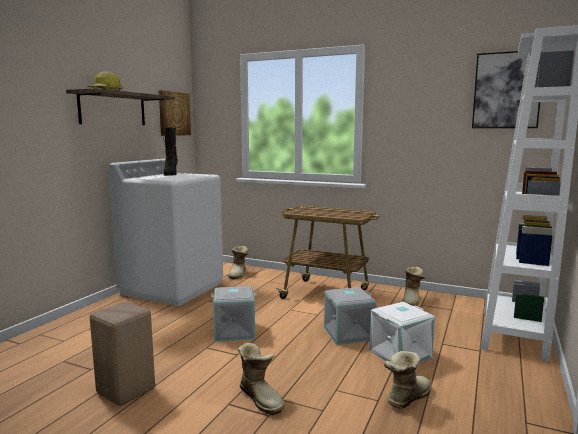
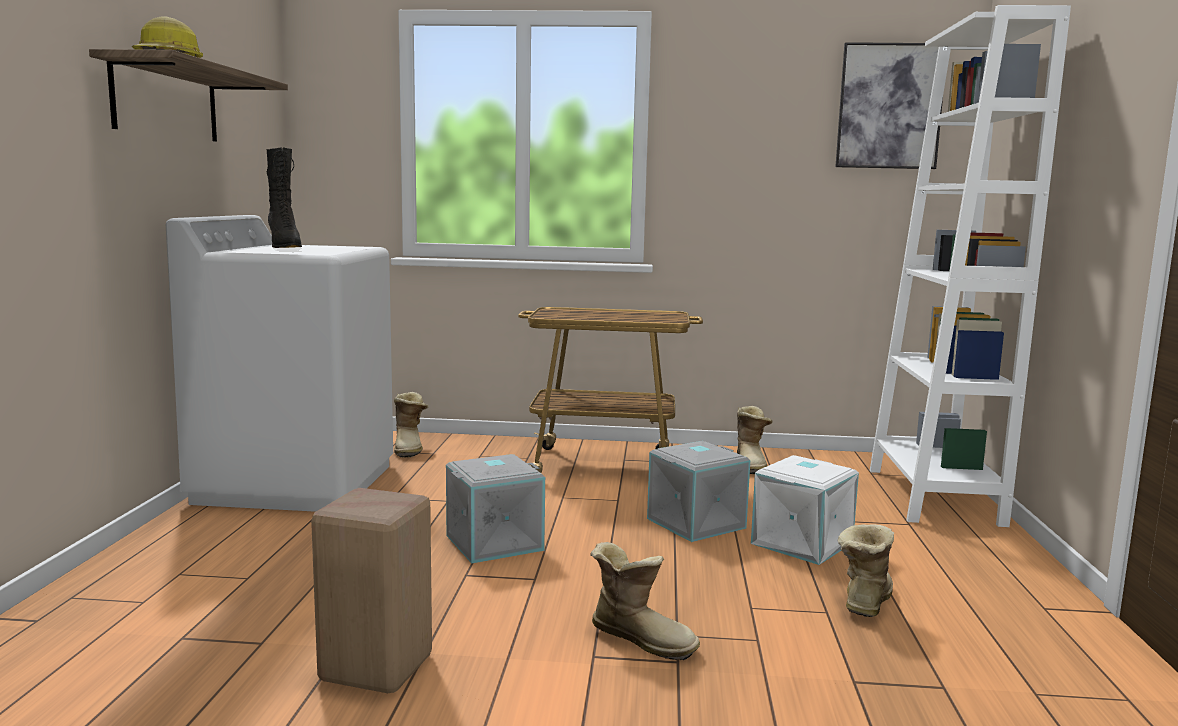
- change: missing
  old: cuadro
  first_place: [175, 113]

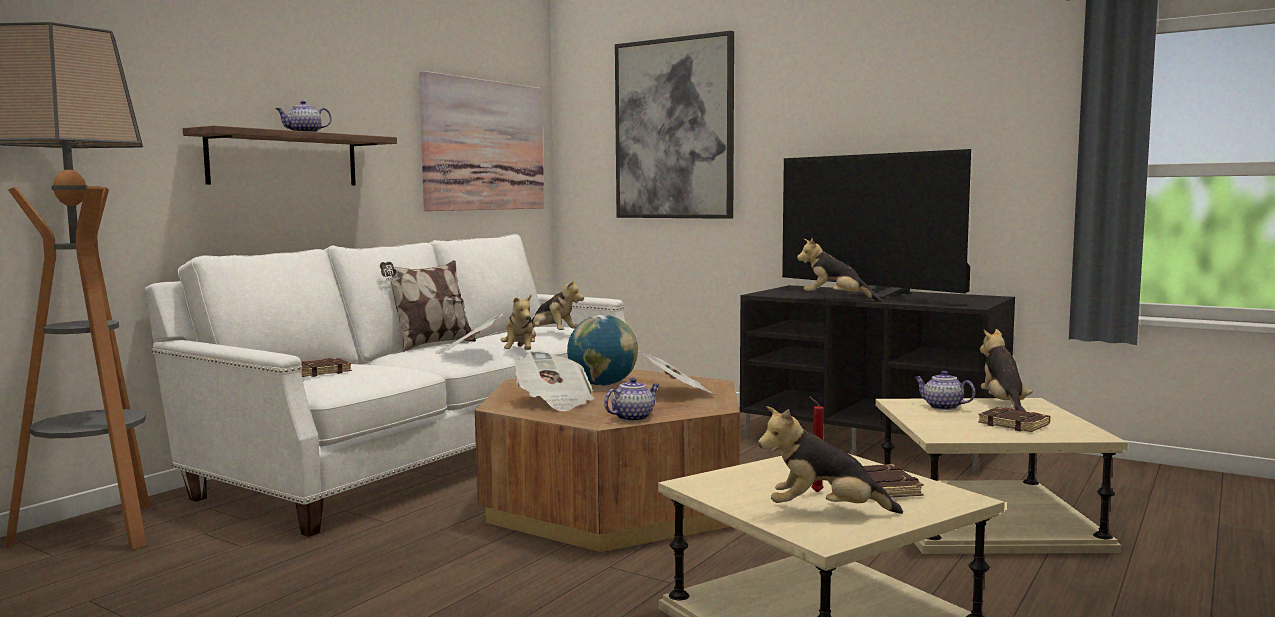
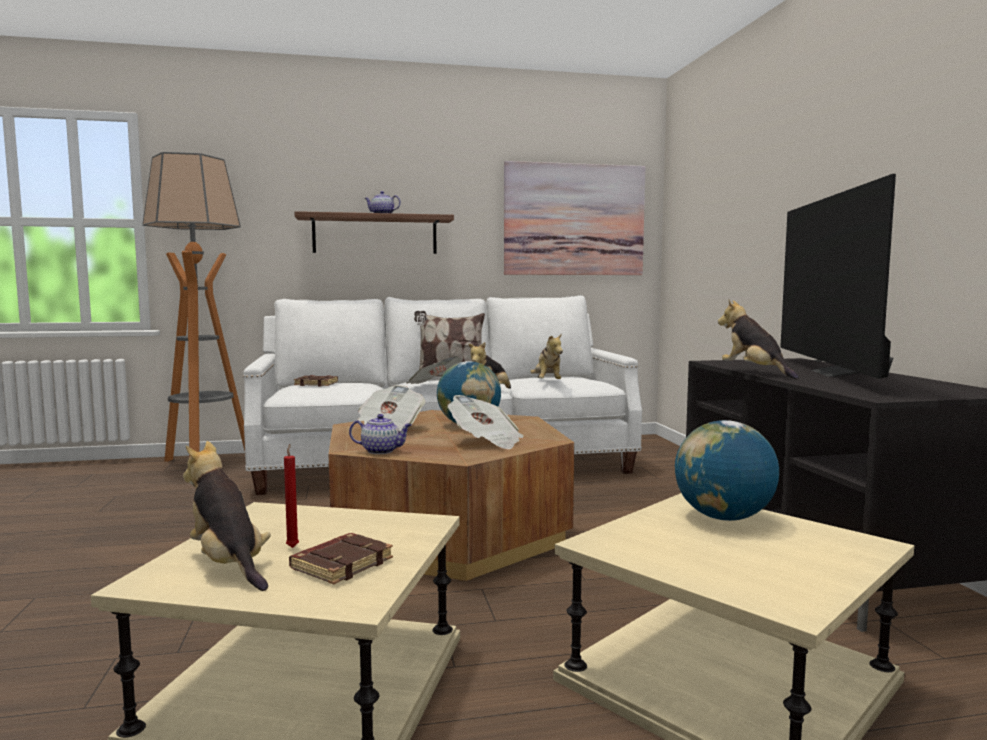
- change: missing
  old: cuadro
  first_place: [674, 125]
- change: missing
  old: libro (marrón)
  first_place: [1014, 419]
- change: missing
  old: peluche
  first_place: [1006, 370]
- change: exchanged
  old: tetera
  new: globo terráqueo
  first_place: [944, 390]
  second_place: [727, 470]

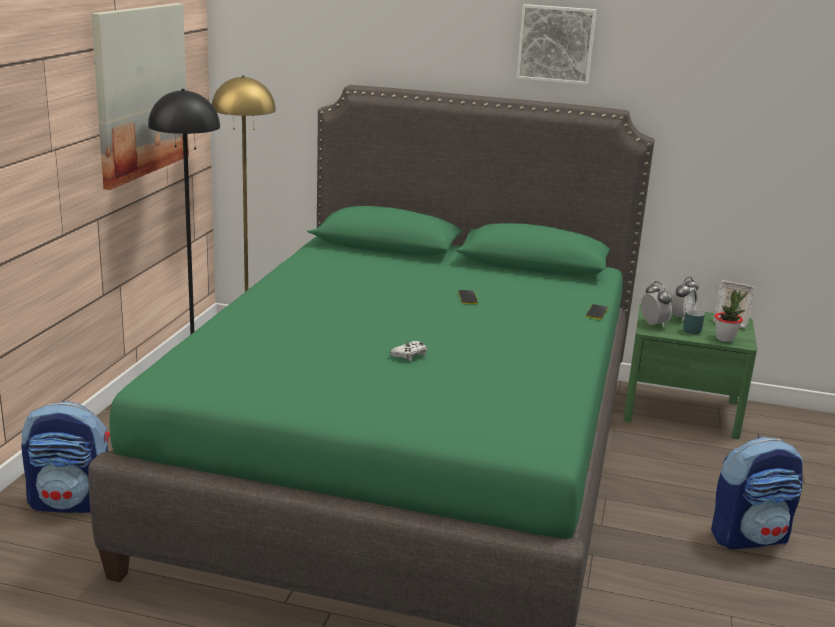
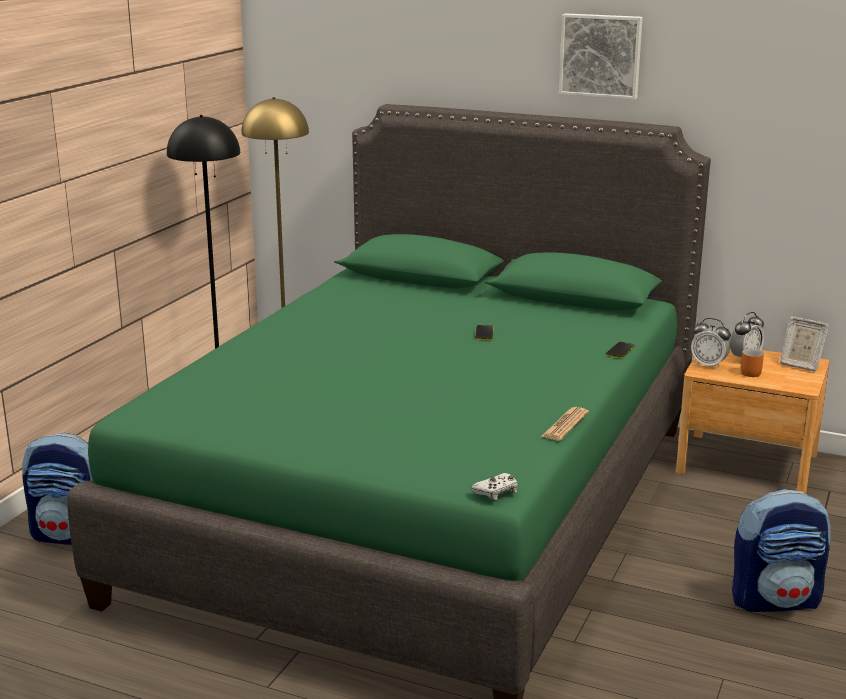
- change: missing
  old: cuadro
  first_place: [140, 96]
- change: missing
  old: planta en maceta
  first_place: [731, 316]
- change: appeared
  new: periódico
  second_place: [565, 424]
- change: relocated
  old: mando de consola (blanco)
  first_place: [408, 351]
  second_place: [494, 486]
- change: colour
  old: mesita de noche (verde)
  new: mesita de noche (marrón)
  first_place: [690, 371]
  second_place: [753, 420]
- change: colour
  old: taza grande (turquesa)
  new: taza grande (naranja)
  first_place: [694, 321]
  second_place: [752, 363]
- change: spun
  old: despertador
  first_place: [656, 304]
  second_place: [711, 343]
  degrees: 135

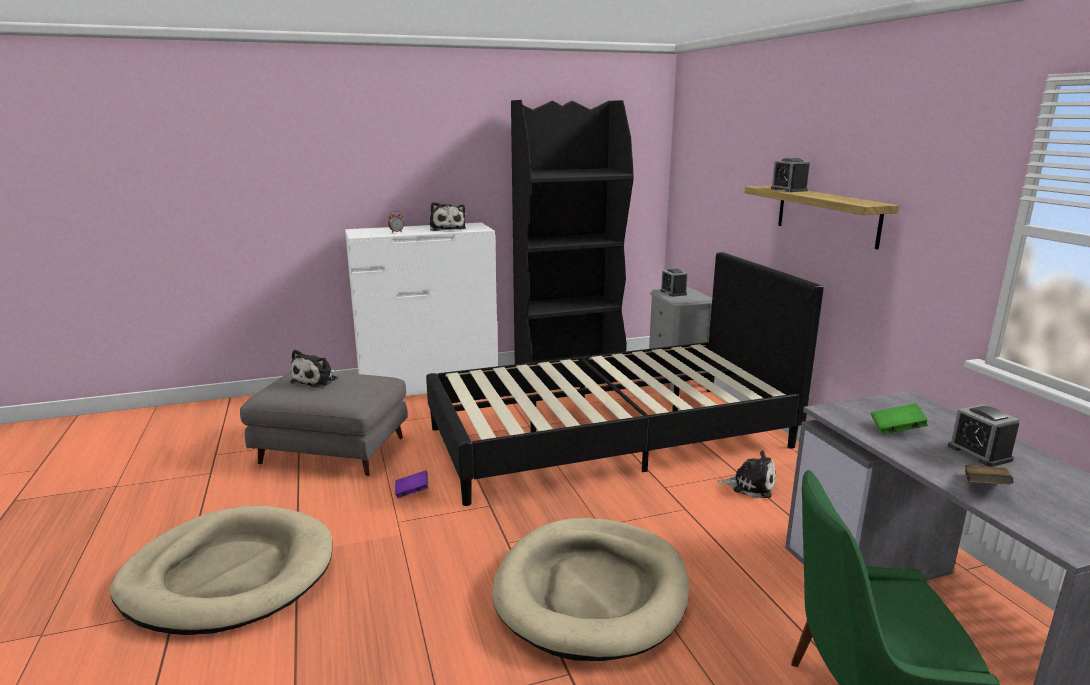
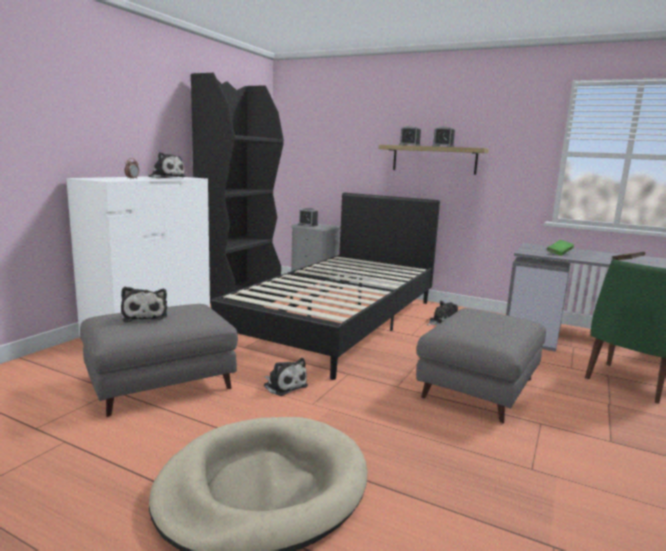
- change: relocated
  old: despertador
  first_place: [984, 435]
  second_place: [443, 136]
- change: exchanged
  old: libro (morado)
  new: peluche
  first_place: [411, 484]
  second_place: [286, 377]
- change: exchanged
  old: cama para perro (beis)
  new: puf (gris)
  first_place: [590, 589]
  second_place: [481, 365]

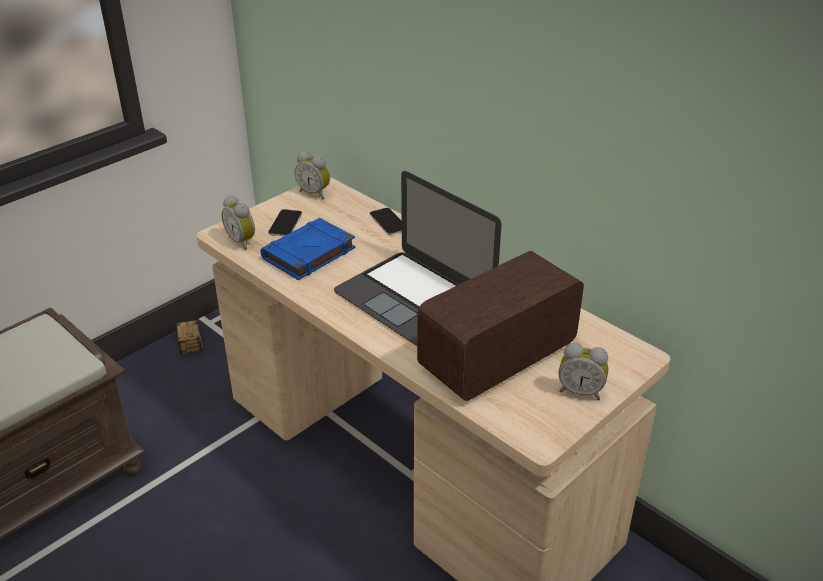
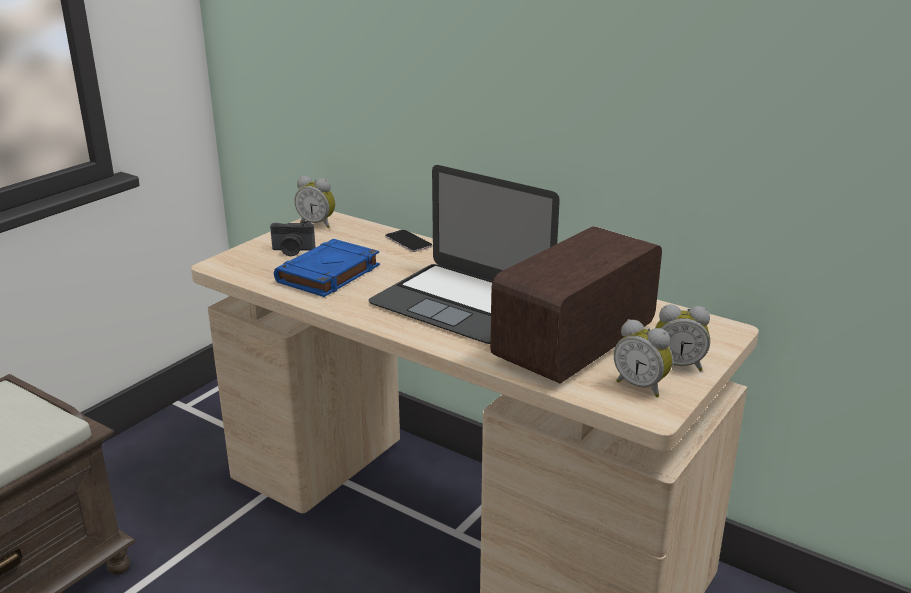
- change: missing
  old: caja de almacenaje
  first_place: [189, 337]
- change: relocated
  old: despertador
  first_place: [238, 223]
  second_place: [643, 358]
- change: exchanged
  old: móvil
  new: cámara
  first_place: [285, 222]
  second_place: [292, 238]

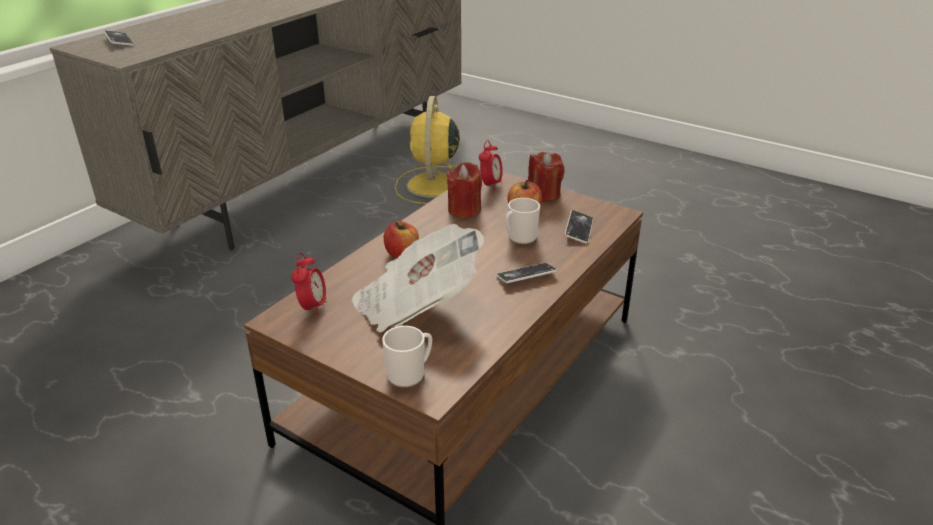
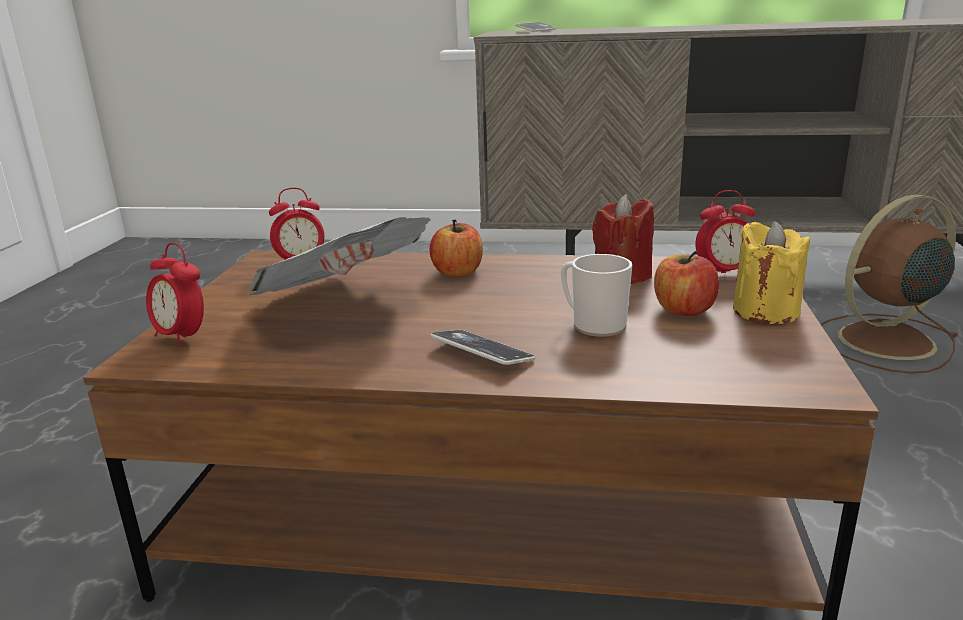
- change: missing
  old: móvil
  first_place: [579, 227]
- change: exchanged
  old: taza grande
  new: despertador
  first_place: [407, 357]
  second_place: [175, 295]
- change: colour
  old: ventilador (amarillo)
  new: ventilador (marrón)
  first_place: [427, 150]
  second_place: [890, 284]
- change: colour
  old: vela (rojo)
  new: vela (amarillo)
  first_place: [546, 177]
  second_place: [771, 272]

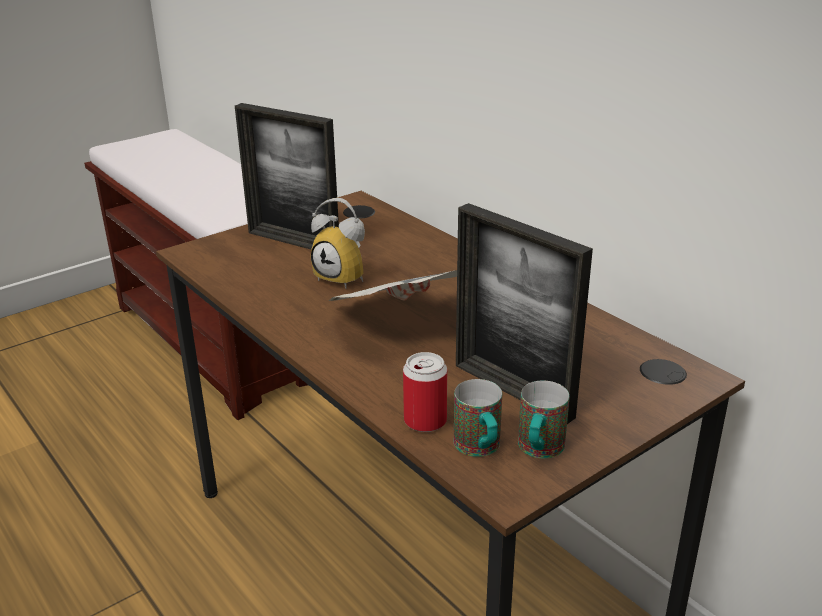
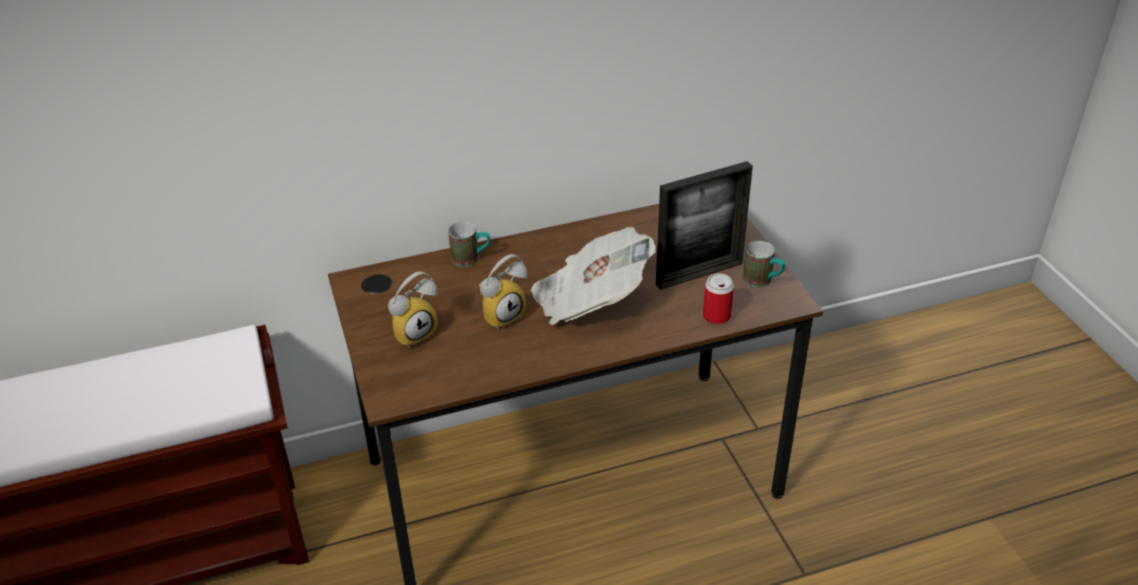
- change: relocated
  old: taza grande
  first_place: [478, 418]
  second_place: [469, 244]
- change: exchanged
  old: portarretratos
  new: despertador
  first_place: [287, 176]
  second_place: [413, 309]

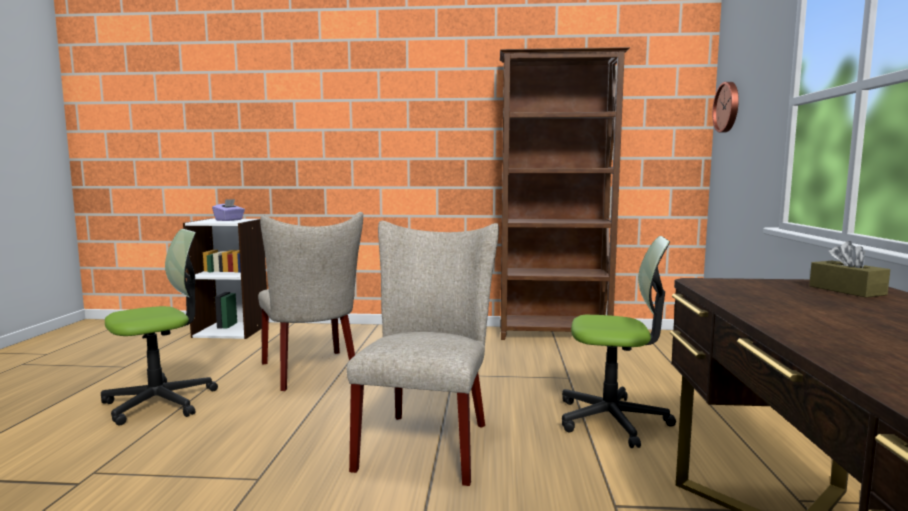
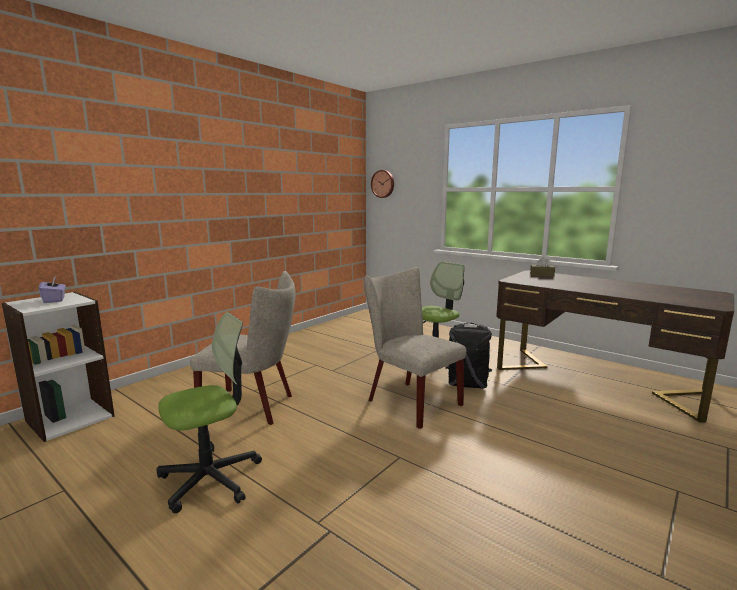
- change: missing
  old: estantería (marrón)
  first_place: [565, 193]
- change: appeared
  new: mochila (negro)
  second_place: [468, 355]
- change: spun
  old: silla de oficina
  first_place: [159, 327]
  second_place: [209, 412]
  degrees: 60

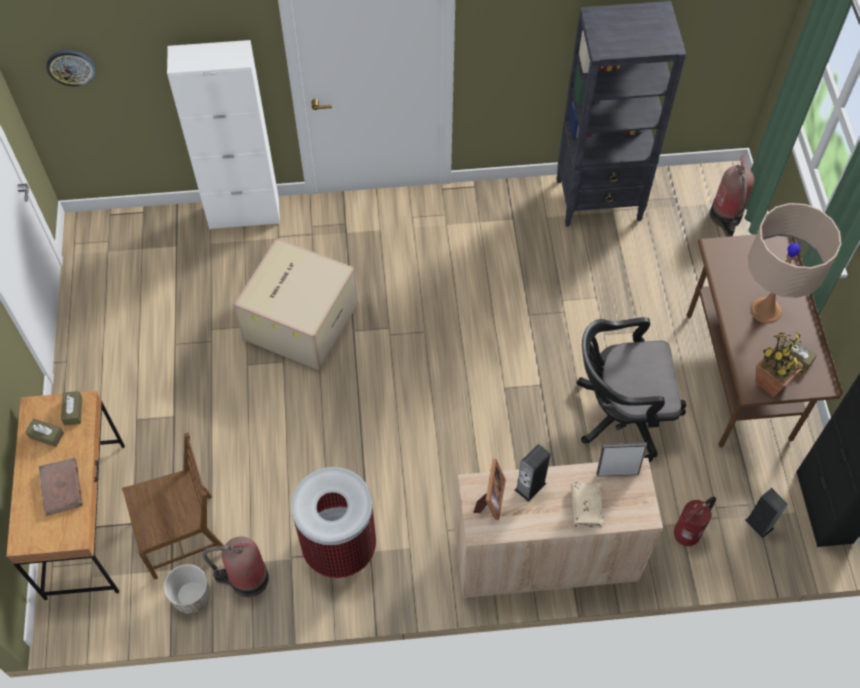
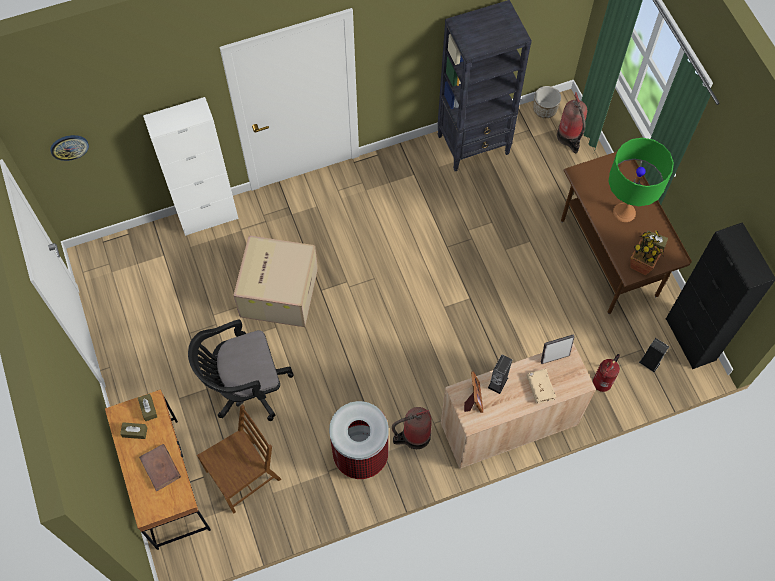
- change: relocated
  old: maceta
  first_place: [187, 589]
  second_place: [547, 102]
- change: relocated
  old: extintor
  first_place: [235, 566]
  second_place: [412, 428]
- change: relocated
  old: silla de oficina (negro)
  first_place: [631, 389]
  second_place: [240, 370]
- change: colour
  old: lámpara de mesa (beis)
  new: lámpara de mesa (verde)
  first_place: [794, 263]
  second_place: [641, 180]

